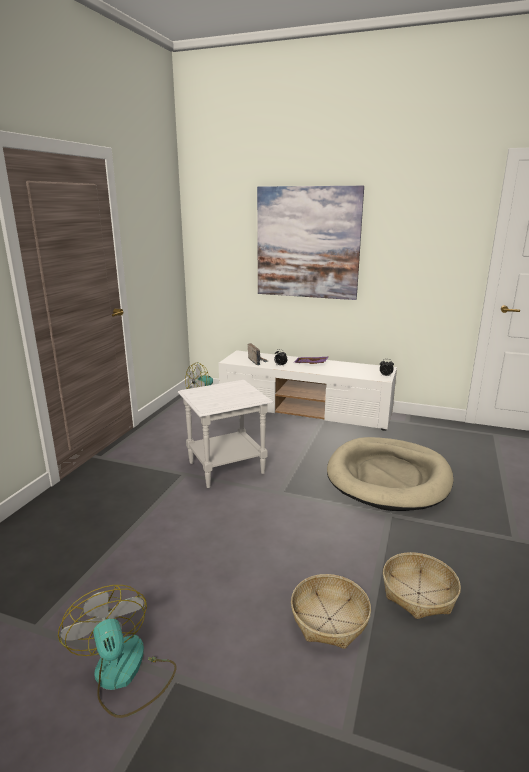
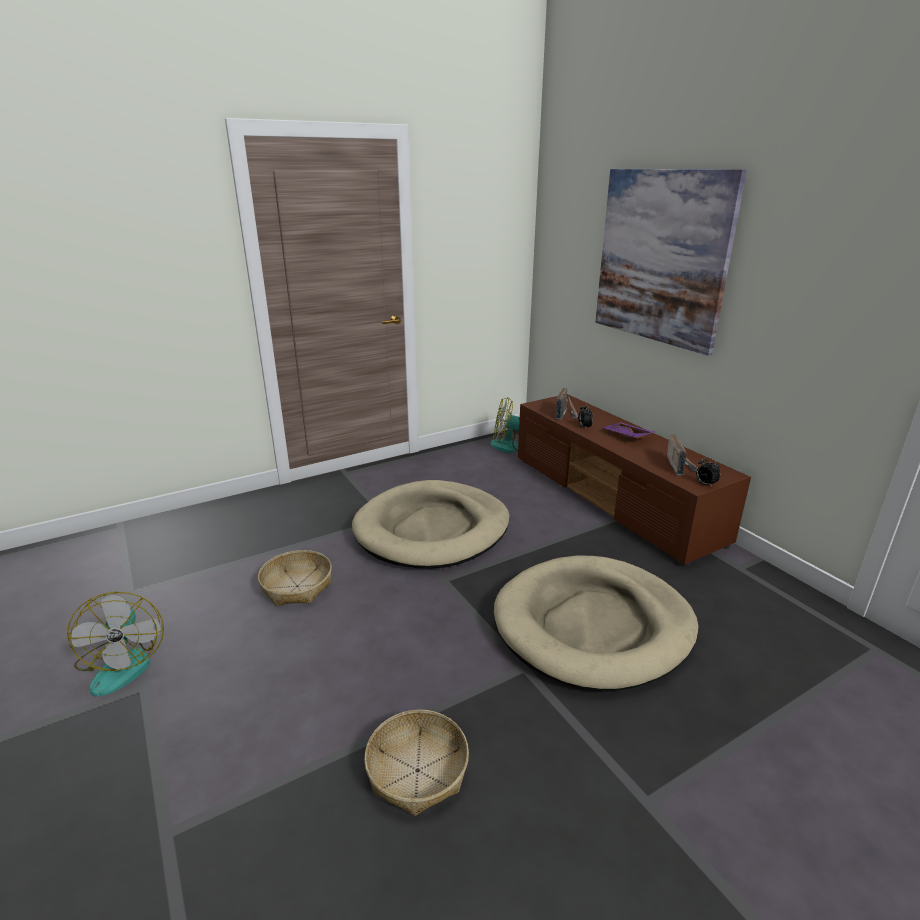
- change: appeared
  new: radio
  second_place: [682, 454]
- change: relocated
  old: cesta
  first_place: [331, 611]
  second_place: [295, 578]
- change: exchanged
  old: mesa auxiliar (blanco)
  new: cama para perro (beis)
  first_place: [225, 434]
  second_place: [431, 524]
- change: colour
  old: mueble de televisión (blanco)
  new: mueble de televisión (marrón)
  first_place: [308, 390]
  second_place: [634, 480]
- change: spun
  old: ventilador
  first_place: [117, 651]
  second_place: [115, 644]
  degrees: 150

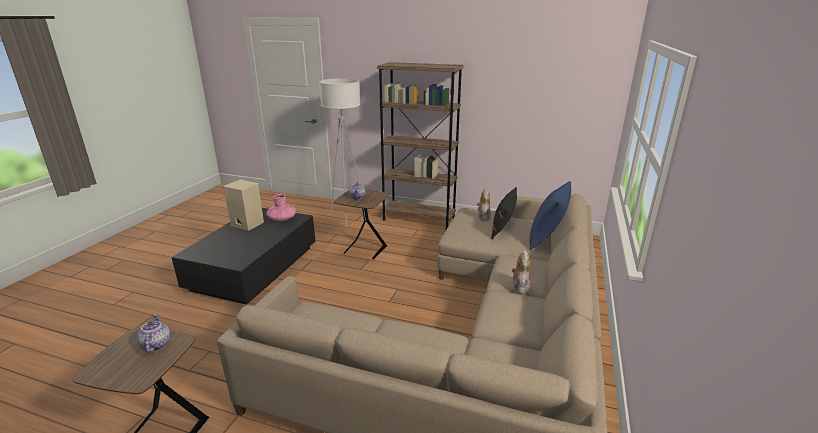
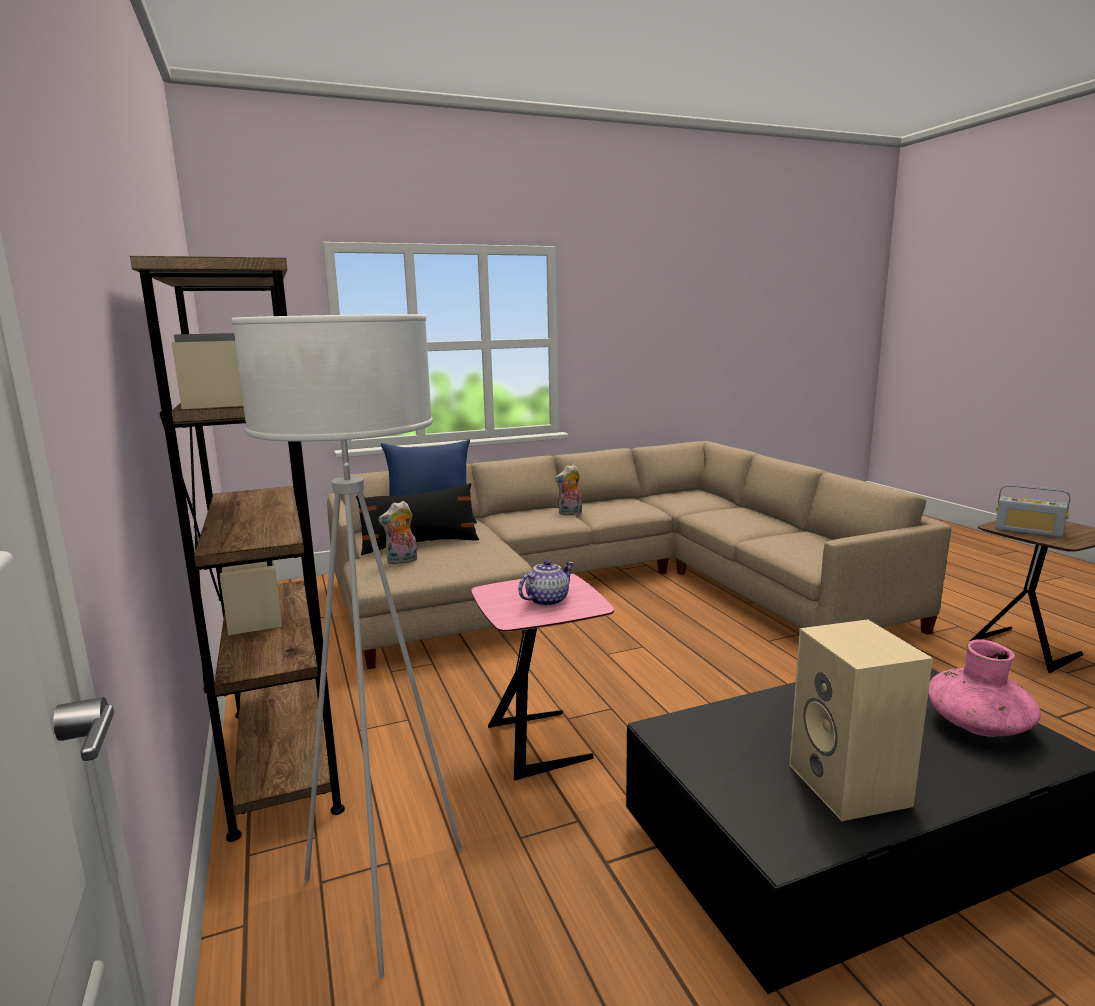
- change: relocated
  old: florero (rosa)
  first_place: [281, 208]
  second_place: [984, 688]
- change: exchanged
  old: tetera
  new: radio
  first_place: [154, 333]
  second_place: [1032, 510]
- change: colour
  old: mesa auxiliar (marrón)
  new: mesa auxiliar (rosa)
  first_place: [361, 224]
  second_place: [542, 677]

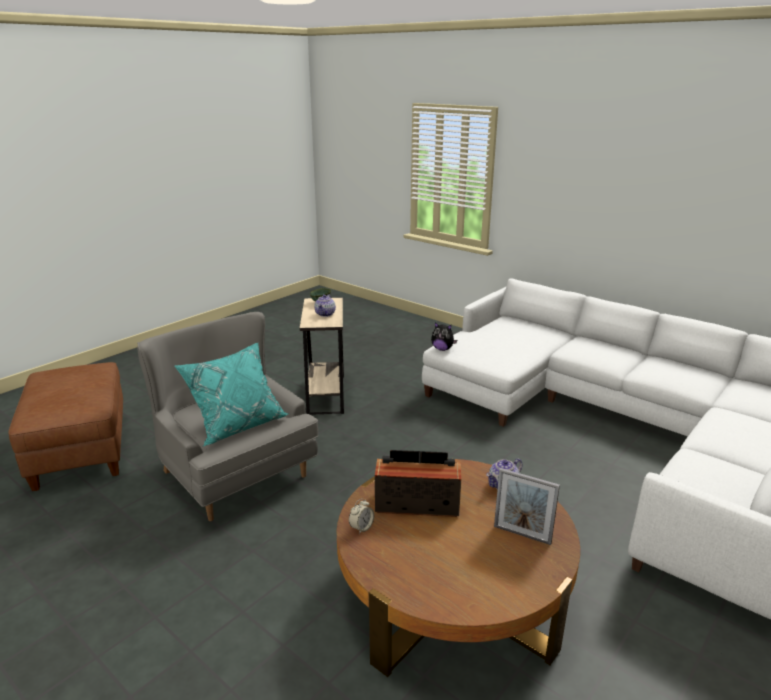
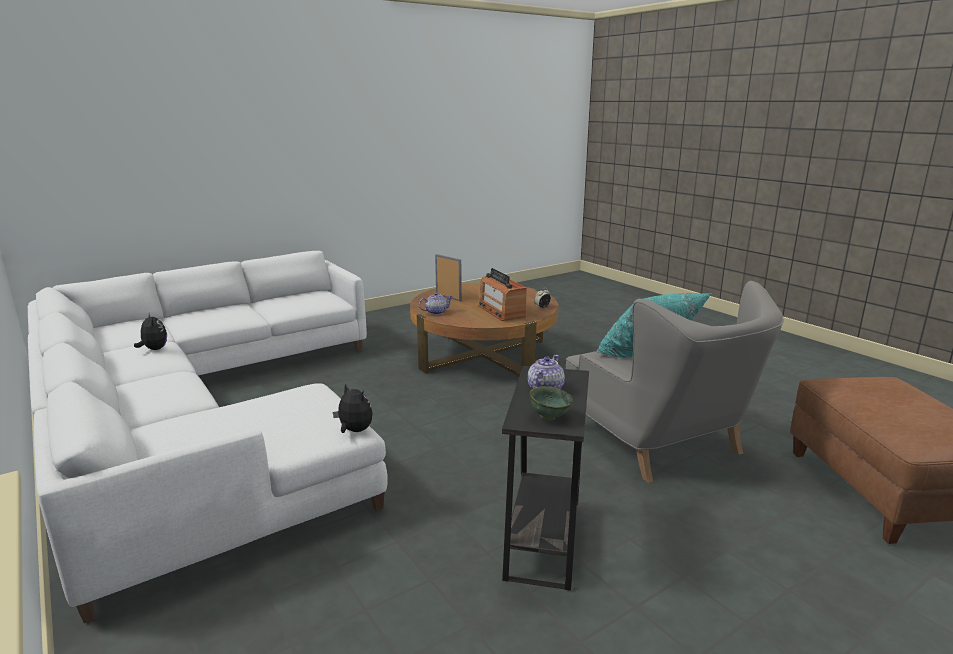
- change: appeared
  new: peluche
  second_place: [150, 331]
- change: colour
  old: mesa auxiliar (beis)
  new: mesa auxiliar (negro)
  first_place: [322, 356]
  second_place: [545, 478]
- change: spun
  old: radio
  first_place: [418, 483]
  second_place: [502, 294]
  degrees: 45

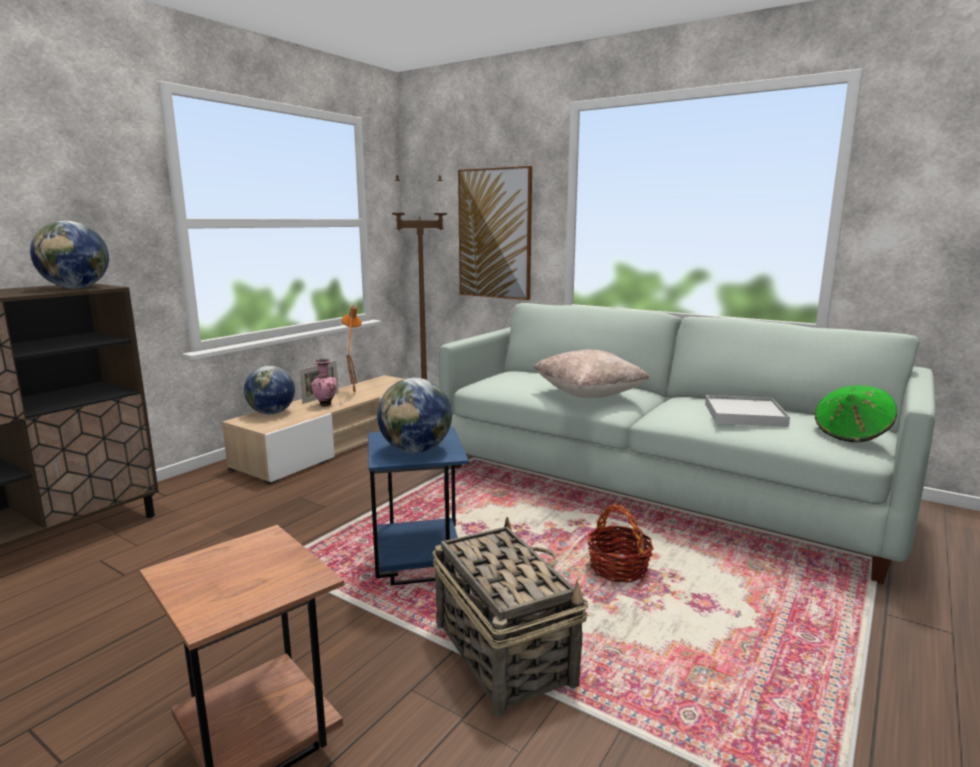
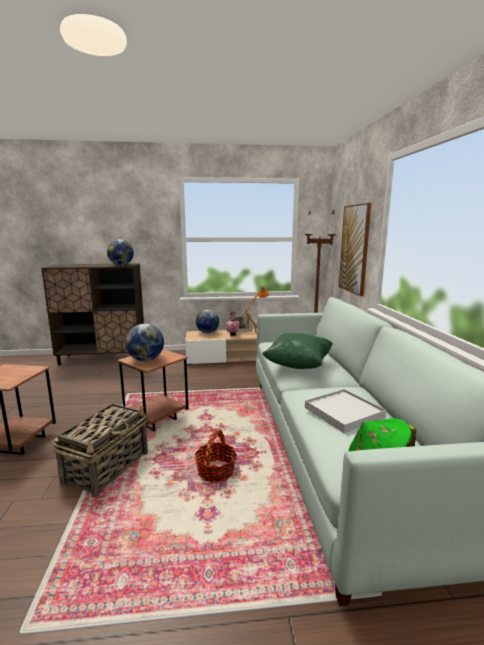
- change: colour
  old: mesa auxiliar (azul)
  new: mesa auxiliar (marrón)
  first_place: [418, 506]
  second_place: [153, 390]
- change: colour
  old: cojín (beis)
  new: cojín (verde)
  first_place: [592, 373]
  second_place: [297, 351]

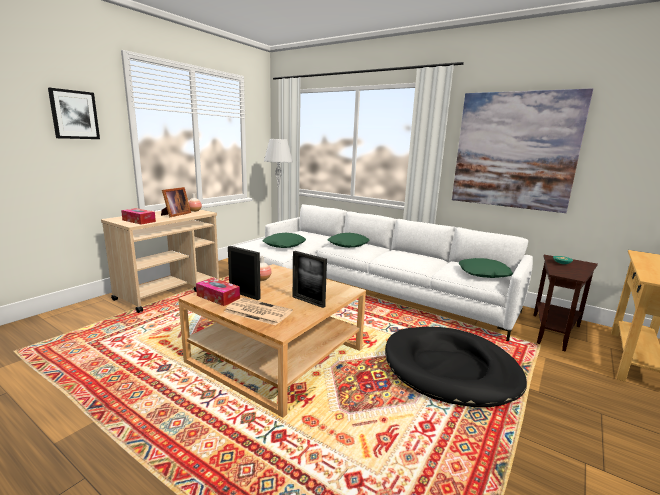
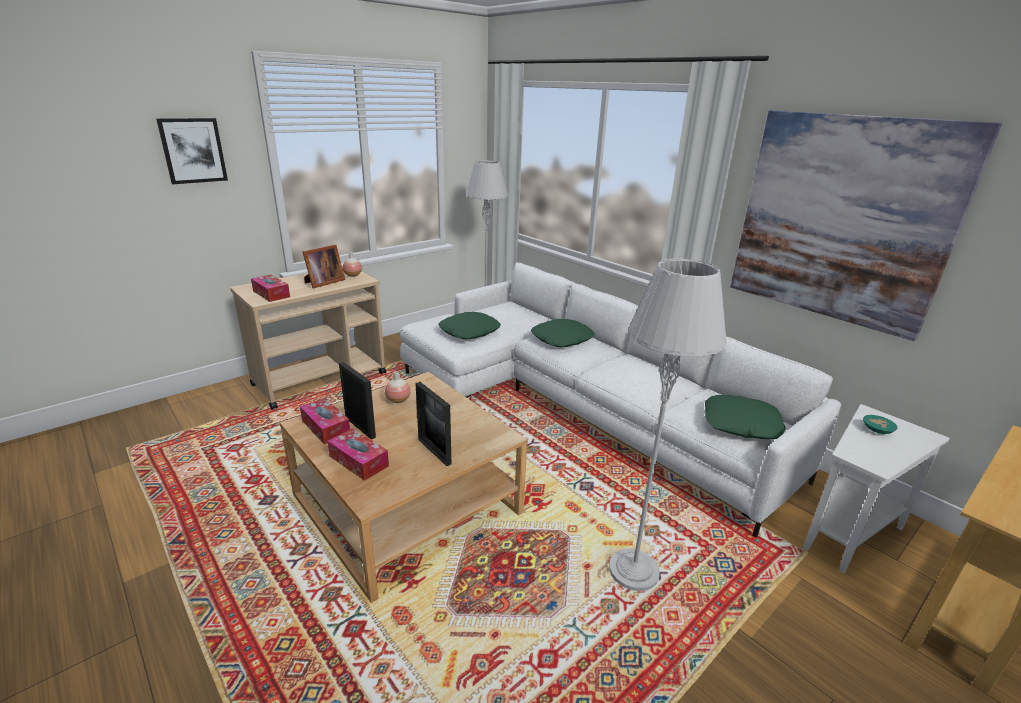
- change: exchanged
  old: periódico
  new: caja de pañuelos
  first_place: [258, 311]
  second_place: [358, 454]
- change: exchanged
  old: cama para perro (negro)
  new: lámpara de pie (gris)
  first_place: [456, 367]
  second_place: [668, 425]
- change: colour
  old: mesa auxiliar (marrón)
  new: mesa auxiliar (blanco)
  first_place: [565, 303]
  second_place: [876, 488]

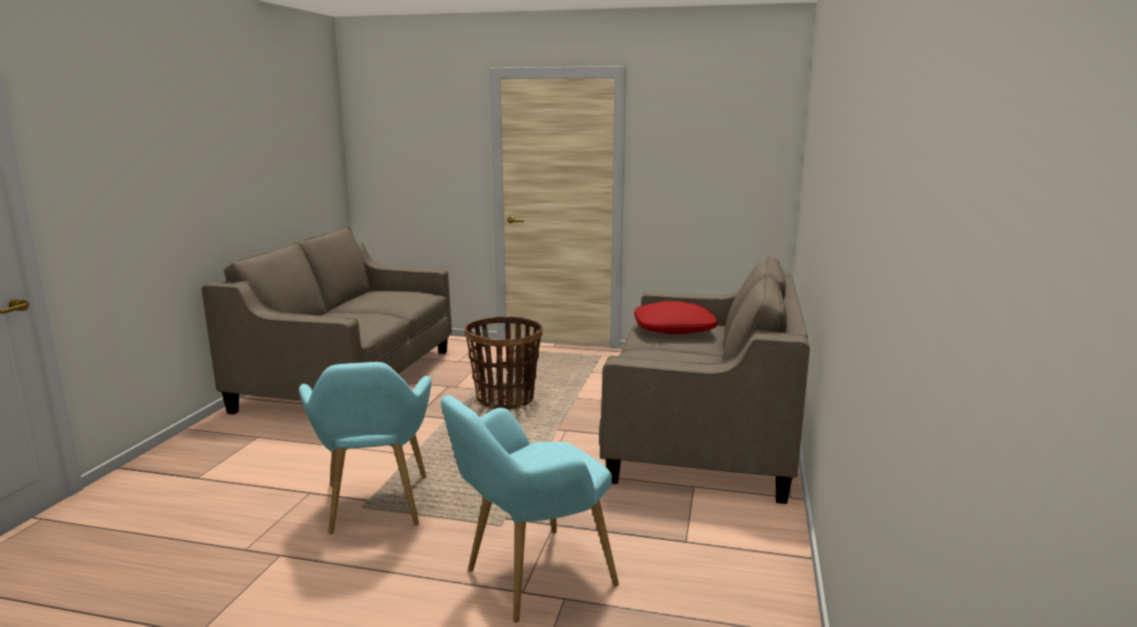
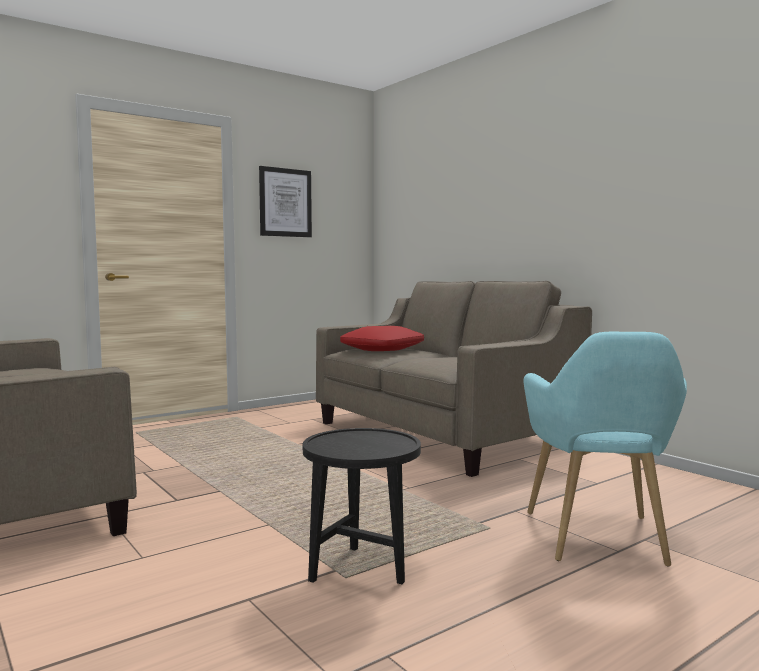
- change: missing
  old: cesta
  first_place: [503, 362]
- change: appeared
  new: cuadro
  second_place: [285, 201]
- change: exchanged
  old: sillón (turquesa)
  new: mesa auxiliar (negro)
  first_place: [365, 448]
  second_place: [362, 506]

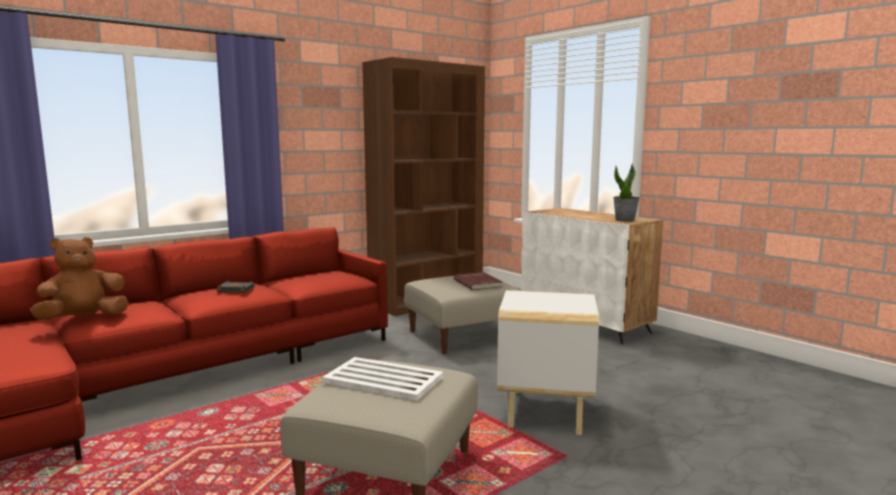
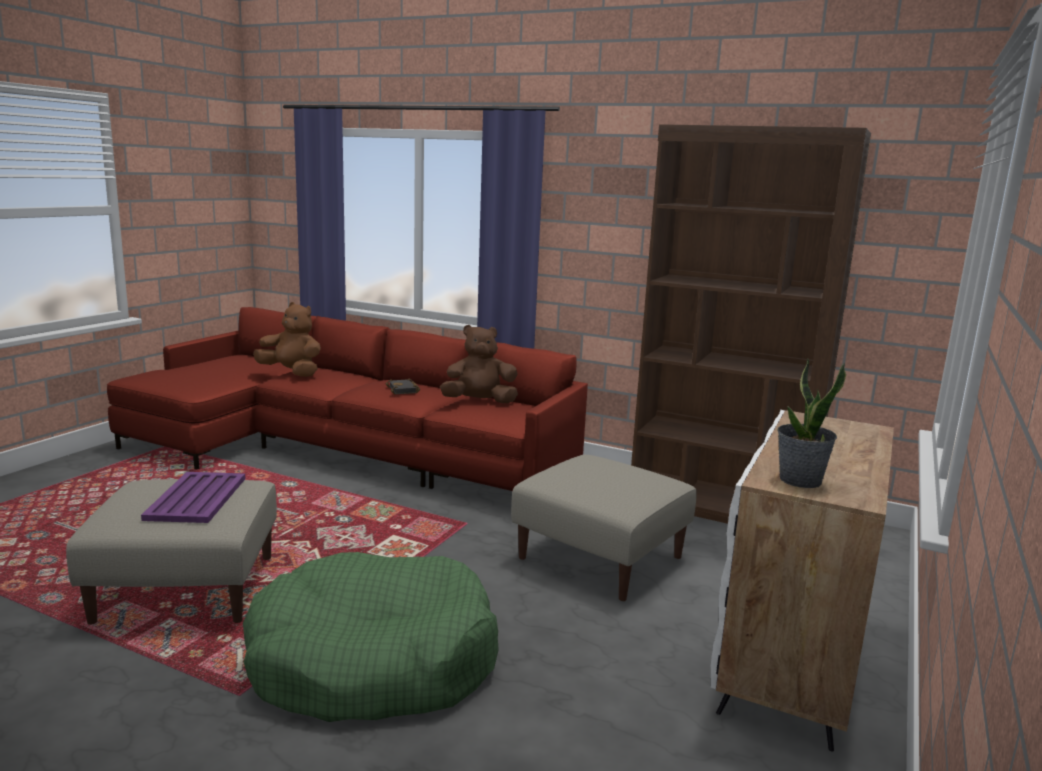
- change: missing
  old: libro (rojo)
  first_place: [478, 281]
- change: appeared
  new: peluche (marrón)
  second_place: [479, 364]
- change: exchanged
  old: mesa auxiliar (blanco)
  new: cama para perro (verde)
  first_place: [548, 362]
  second_place: [371, 637]
- change: colour
  old: bandeja (blanco)
  new: bandeja (morado)
  first_place: [382, 379]
  second_place: [193, 497]

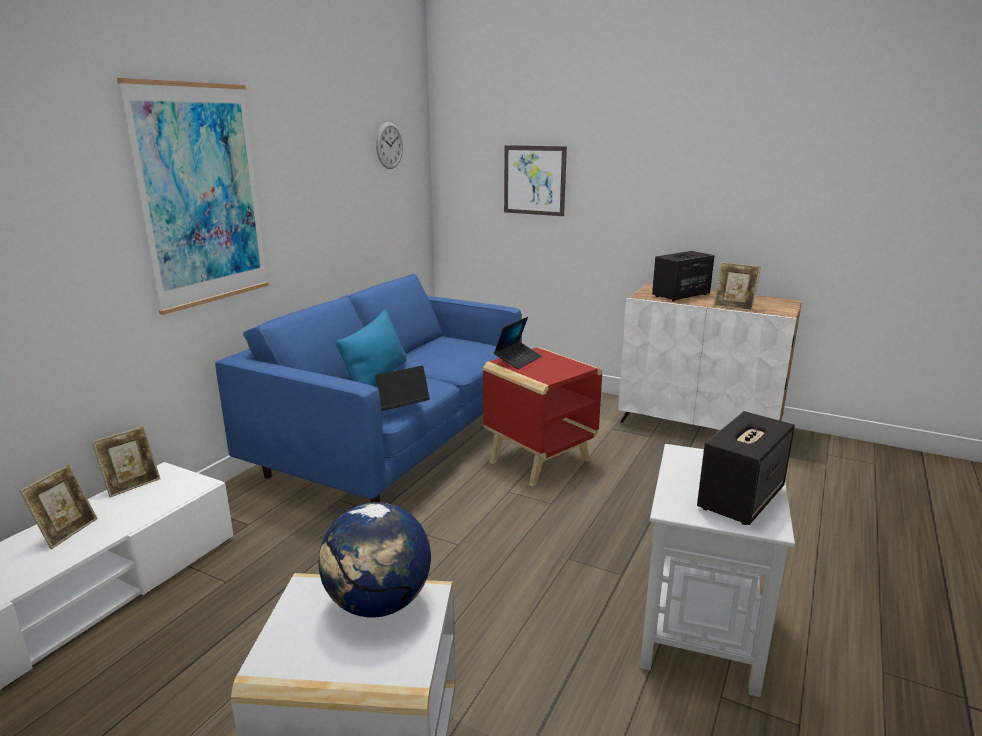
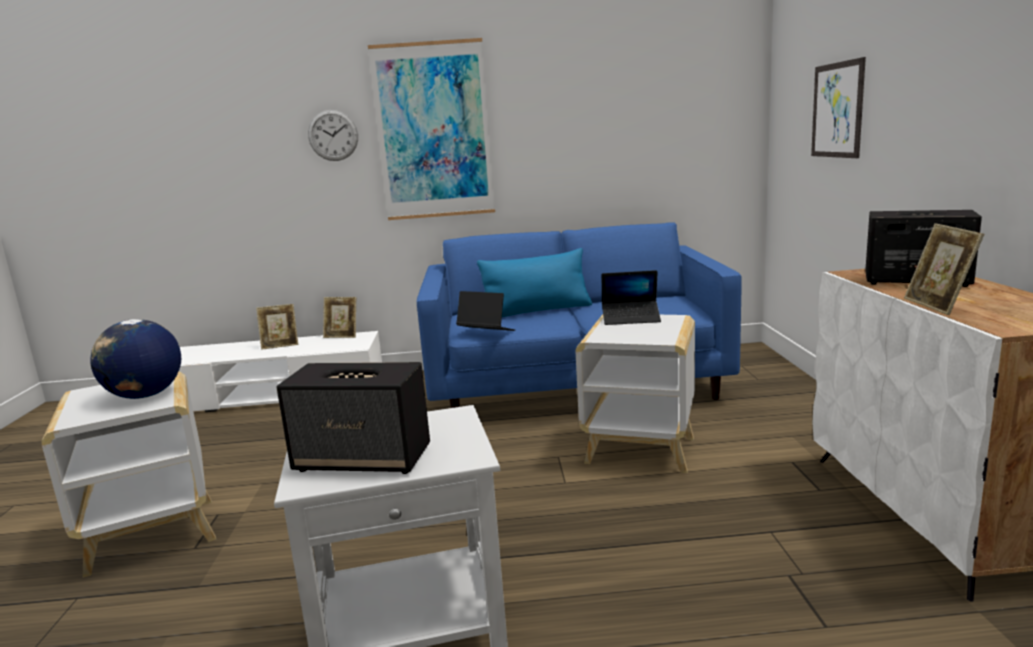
- change: relocated
  old: reloj de pared
  first_place: [389, 145]
  second_place: [333, 135]
- change: colour
  old: mesa auxiliar (rojo)
  new: mesa auxiliar (blanco)
  first_place: [542, 417]
  second_place: [635, 394]

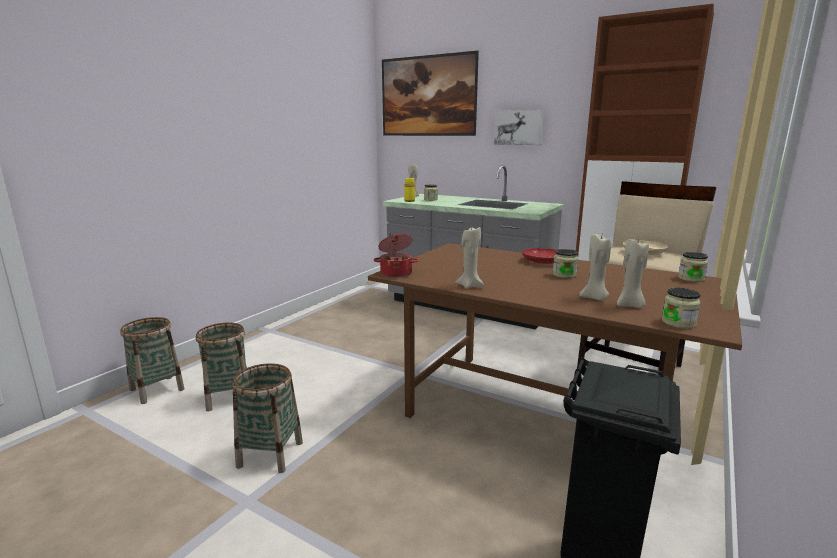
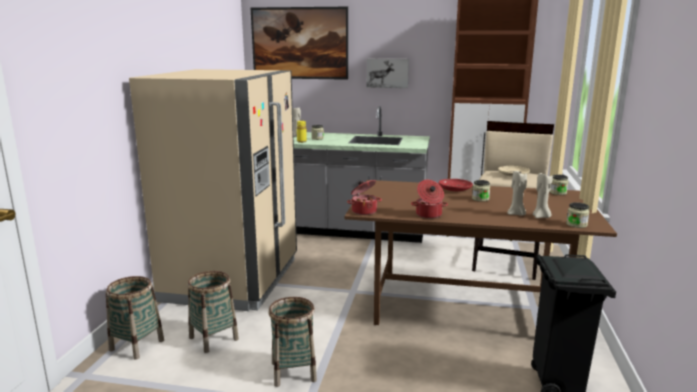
- change: appeared
  new: nevera (beis)
  second_place: [213, 190]
- change: exchanged
  old: vela (beis)
  new: olla
  first_place: [469, 257]
  second_place: [429, 199]

